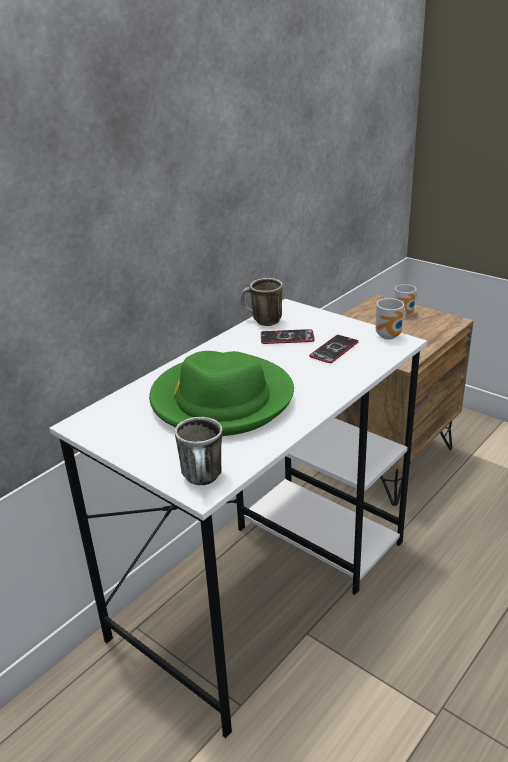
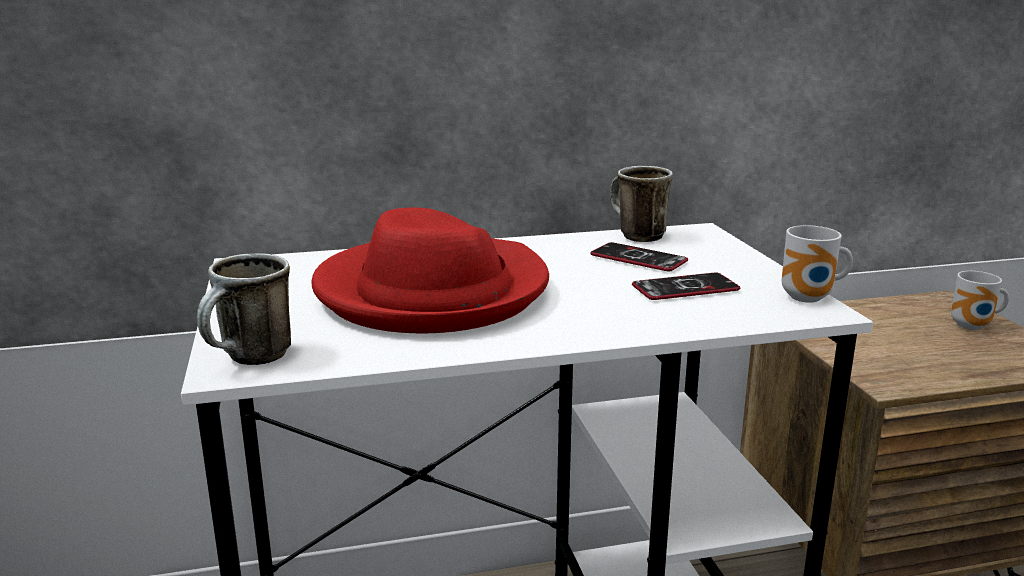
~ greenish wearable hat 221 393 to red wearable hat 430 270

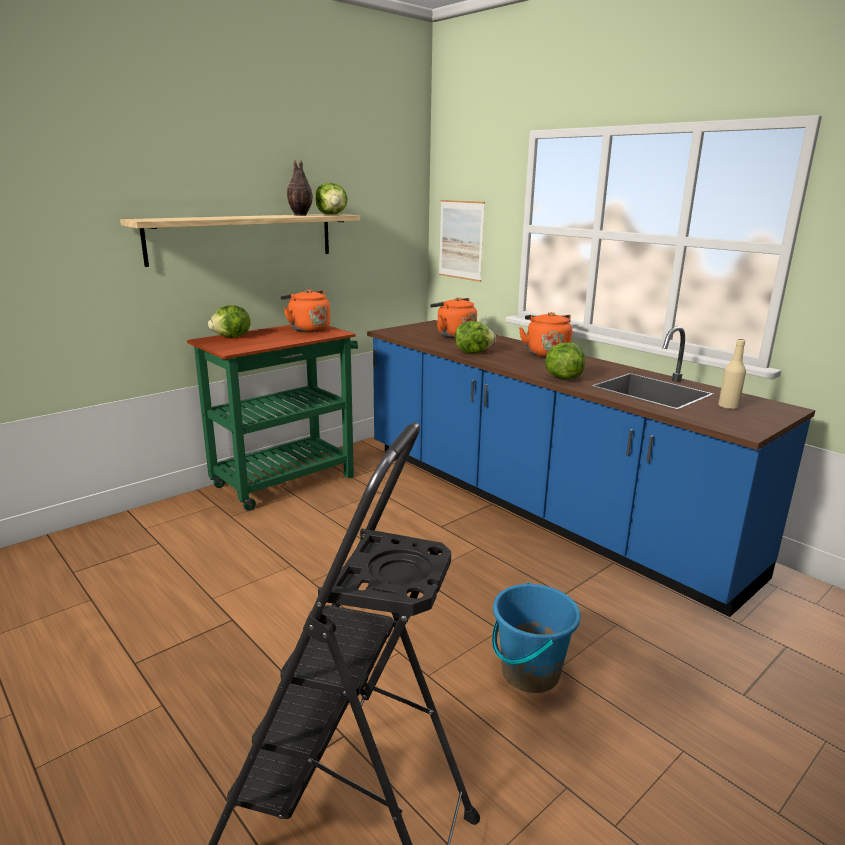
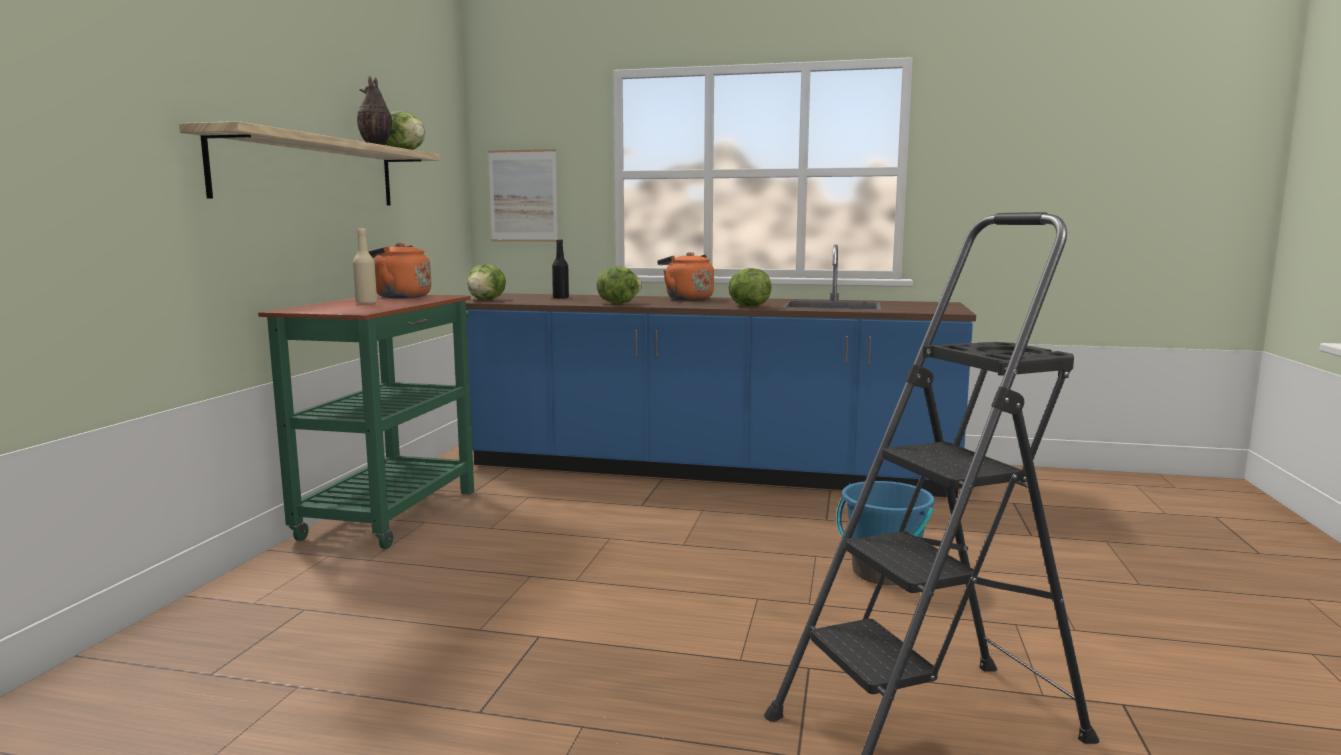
~ orangey water kettle 453 317 to blackish beverage bottle 560 268
~ lettuce head 229 321 to 486 282
~ beige beverage bottle 732 374 to 365 266

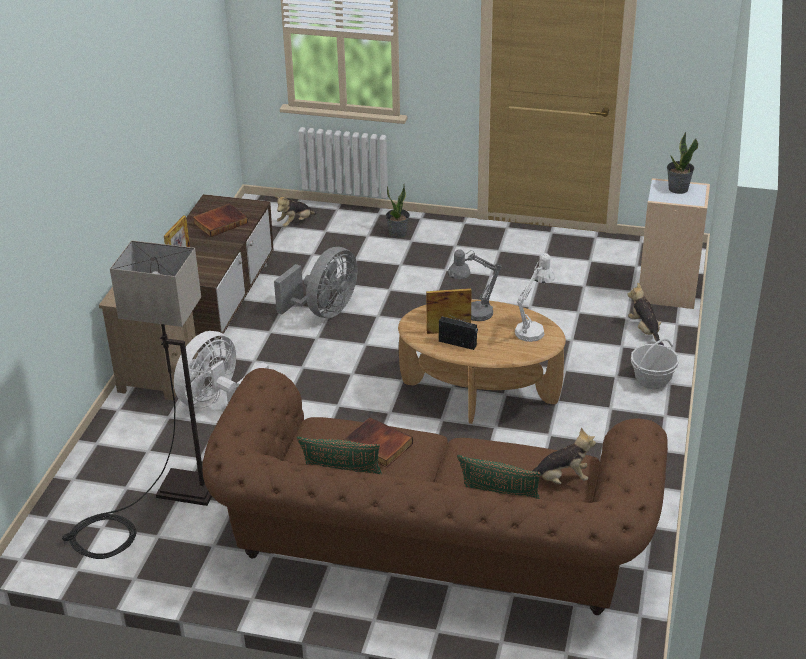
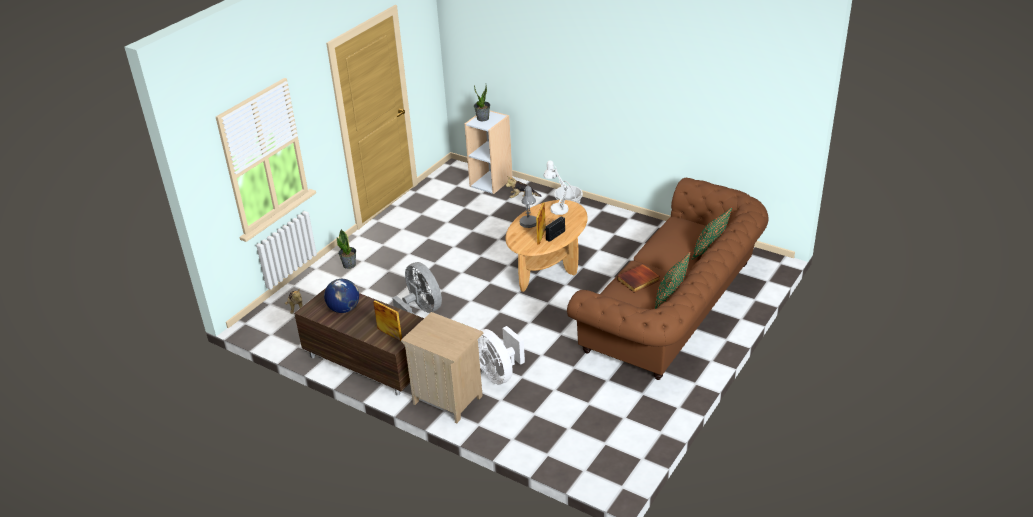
~ bound book 220 220 to world globe 341 296
- standard lamp 137 399
- soft toy 564 456

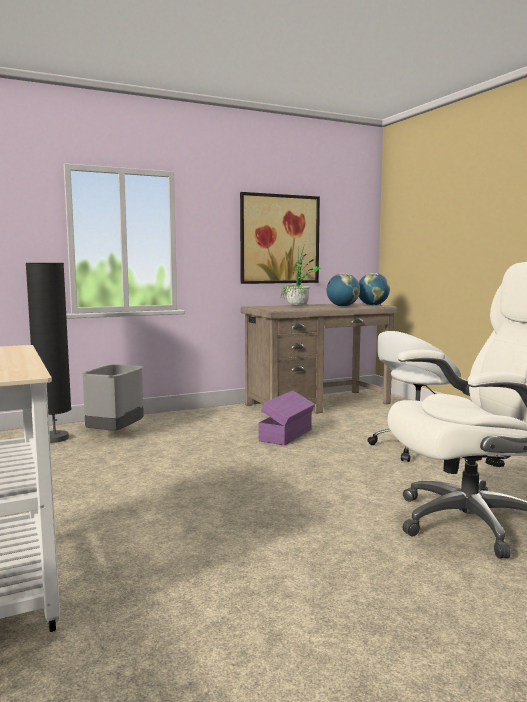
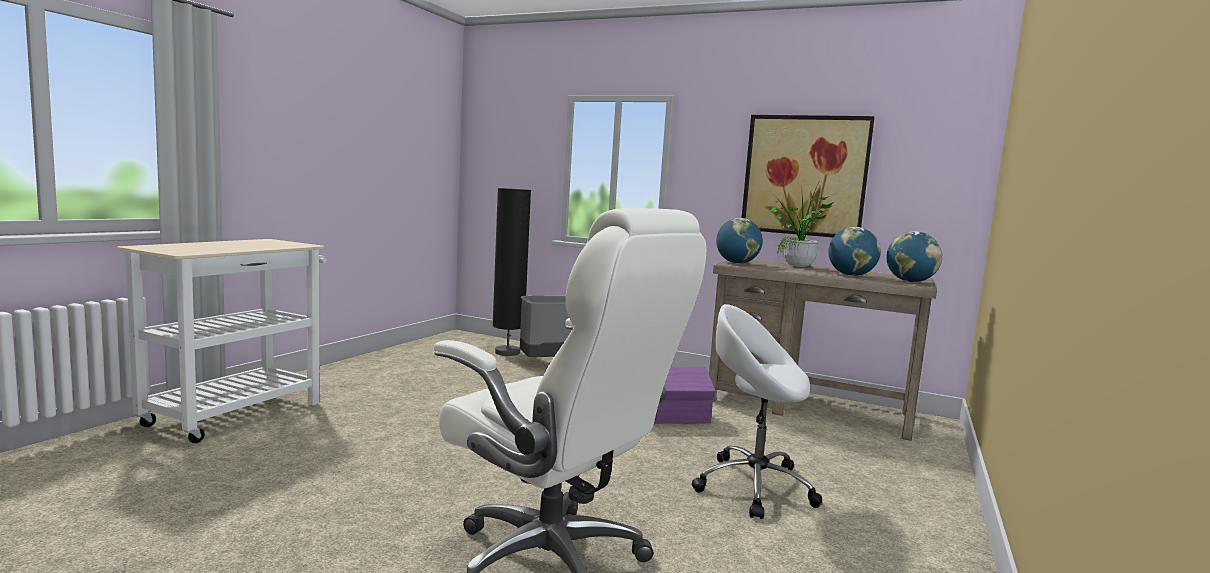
+ world globe 739 241

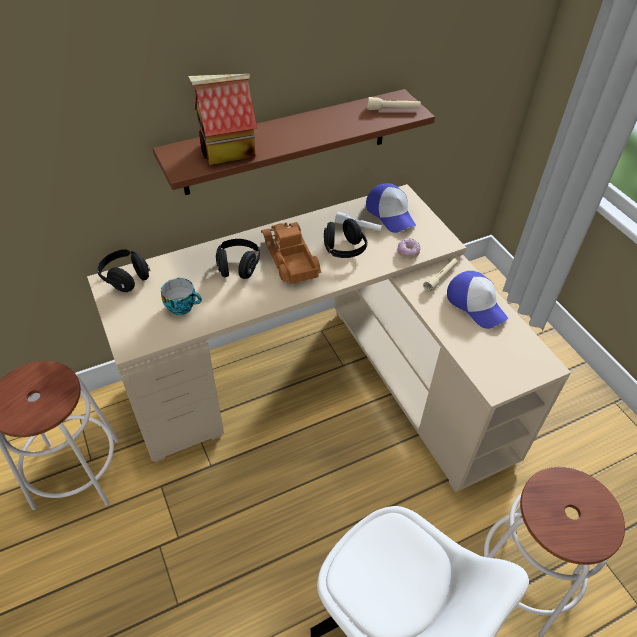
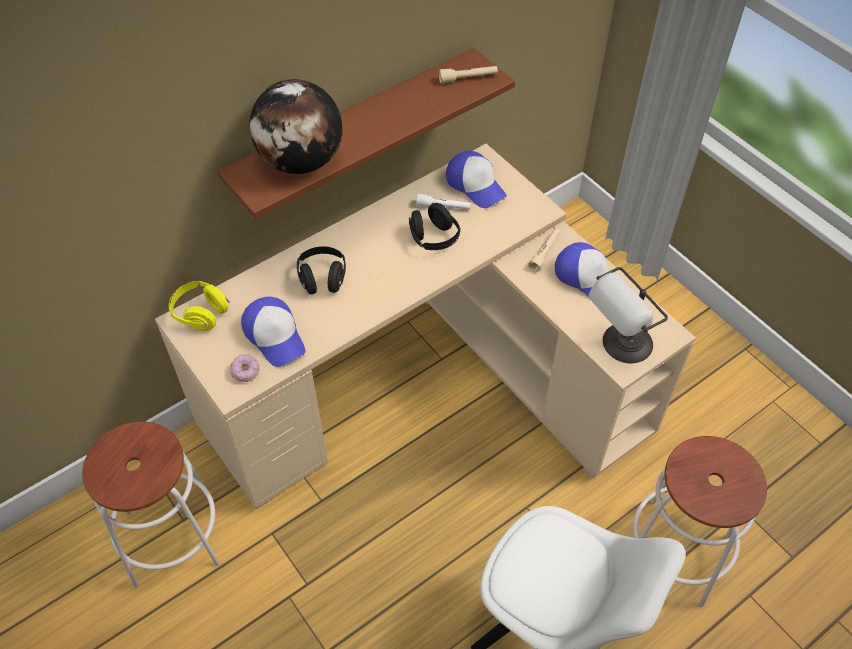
~ model house 223 119 to world globe 295 126
- toy lorry 291 253
~ doughnut 409 248 to 245 368
~ blackish headset 124 270 to yellow headset 199 306
~ cup 181 296 to cap 273 332
+ lamp for a table 628 315

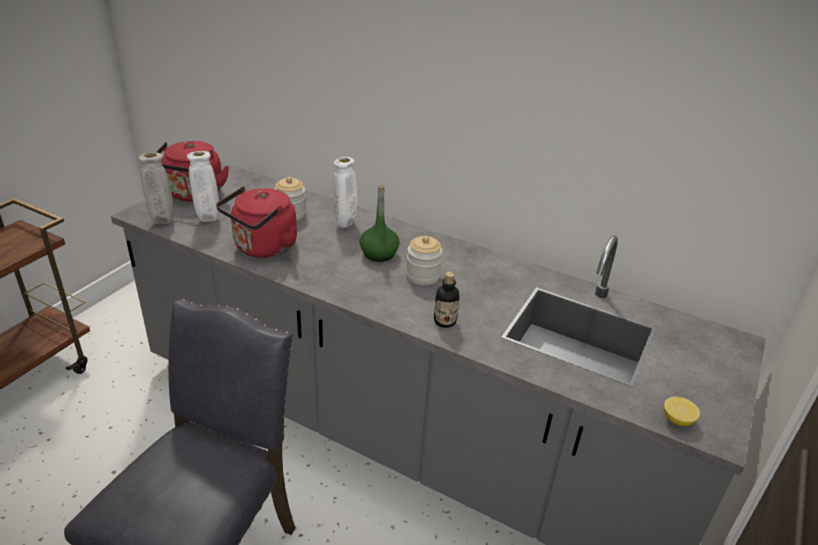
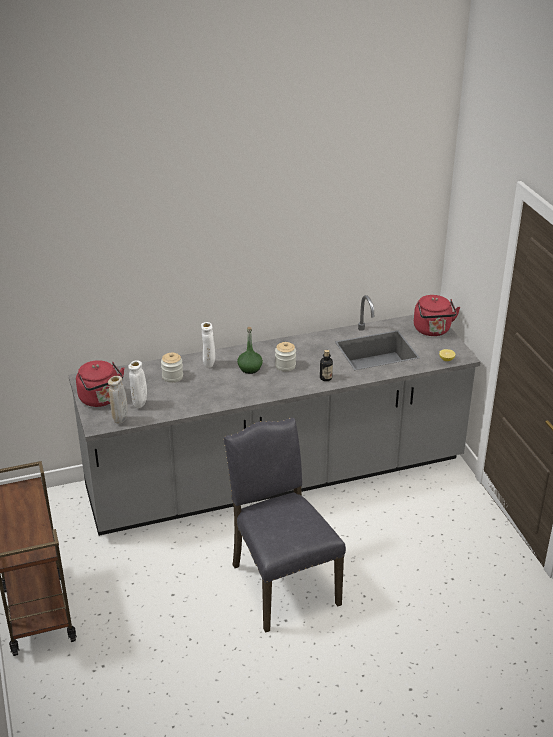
~ red water kettle 256 222 to 437 315

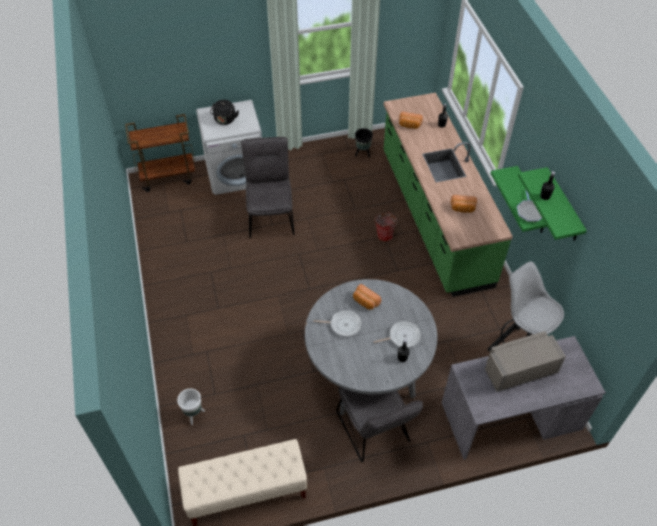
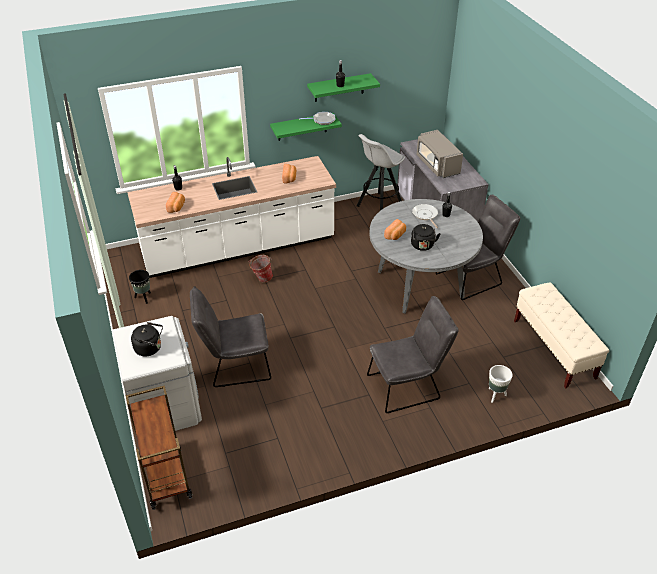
~ greenish kitchen base unit 448 195 to whitish kitchen base unit 231 217
~ skillet 338 323 to blackish water kettle 426 237
+ gray upright chair 413 354

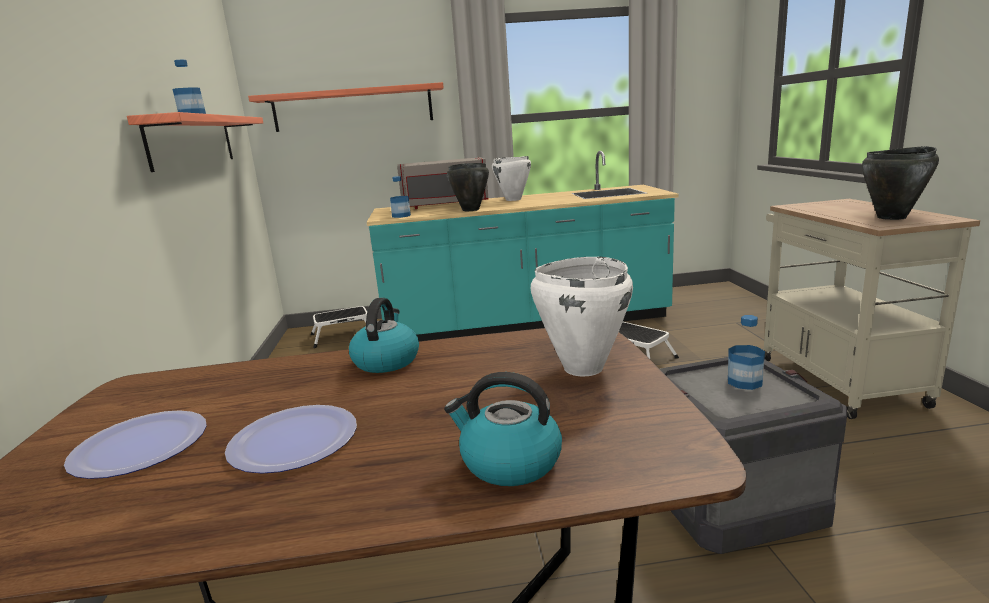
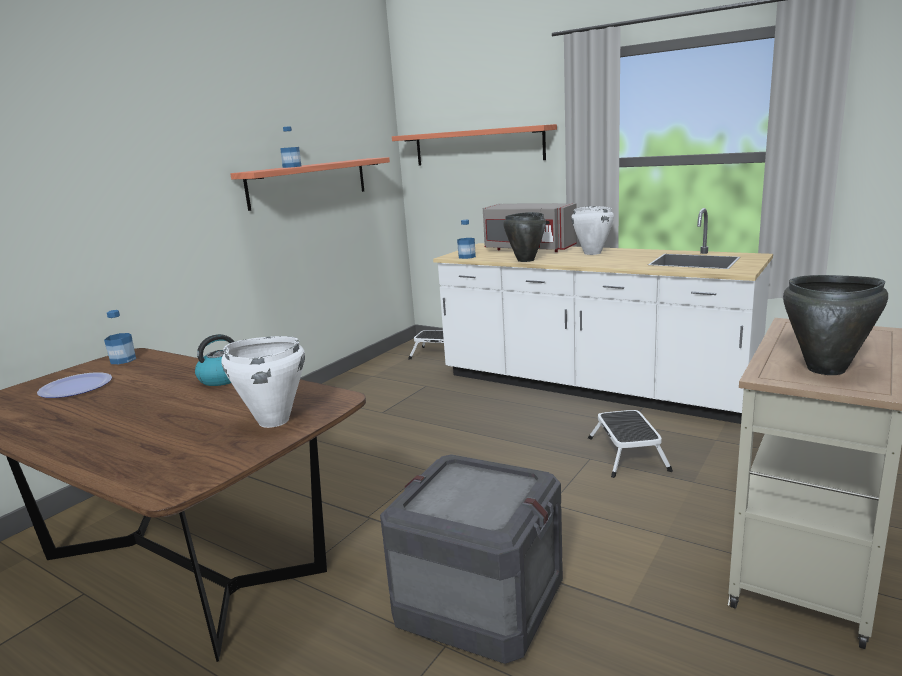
~ blue-green kitchen base unit 522 246 to whitish kitchen base unit 603 316
~ beverage bottle 746 352 to 120 337
- water kettle 503 429
- dinner plate 291 439

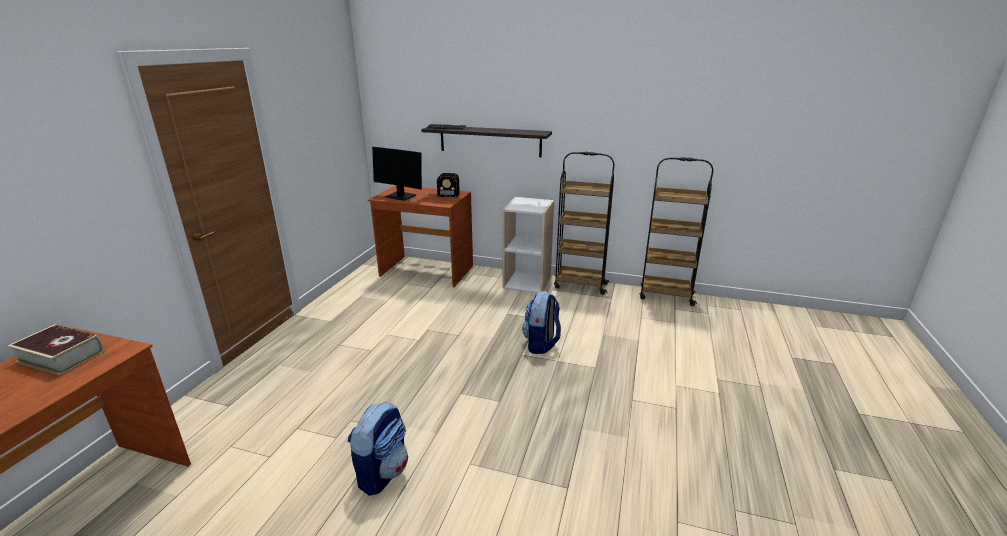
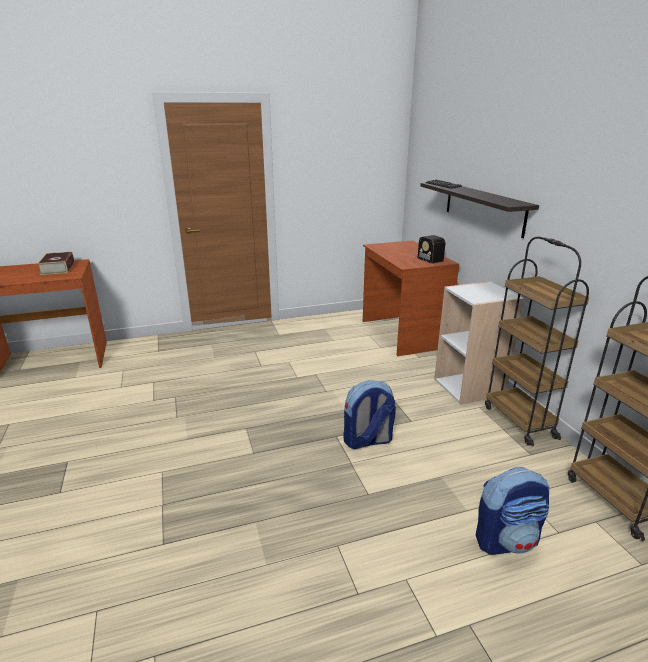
- computer display 397 174
~ knapsack 378 449 to 512 511

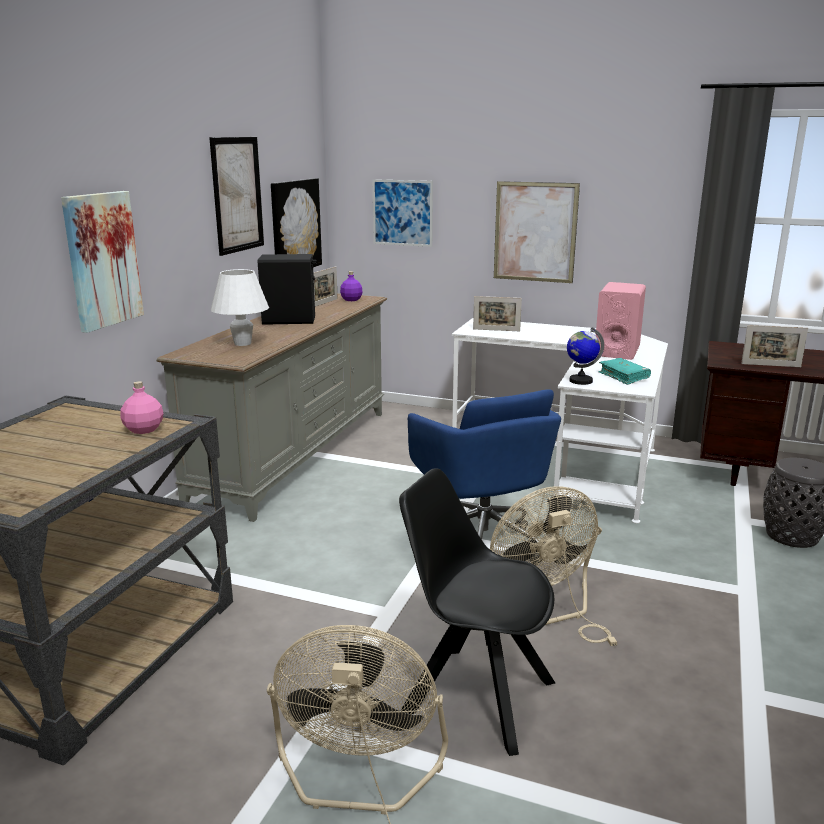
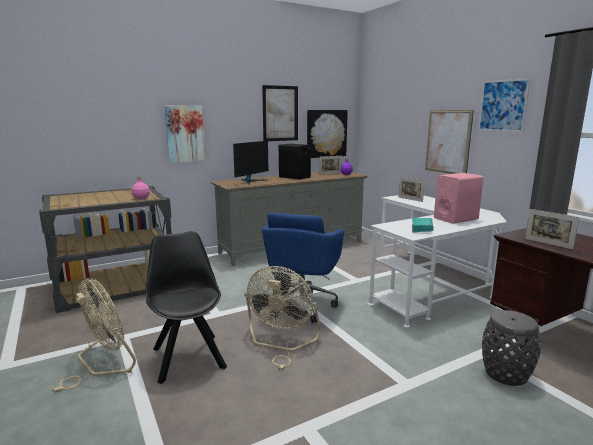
~ wall picture 403 213 to 504 105
~ whitish lamp for a table 240 307 to computer display 251 163
- world globe 585 356

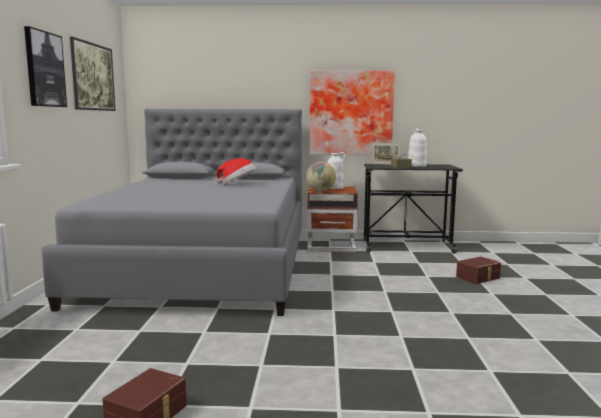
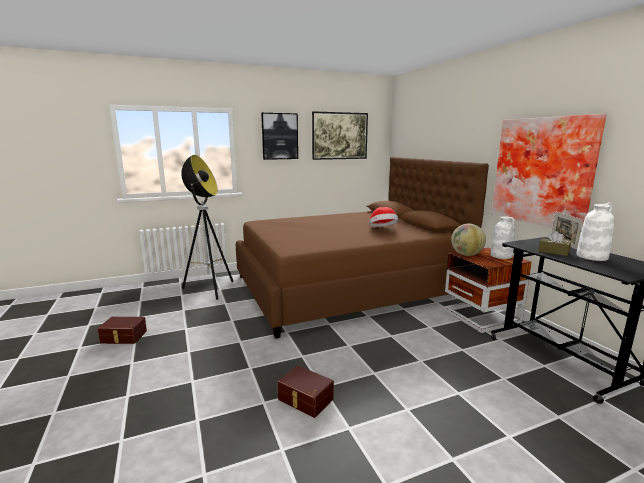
~ gray bed 172 212 to brown bed 362 248
~ brown storage bin 478 270 to 305 392
+ standard lamp 207 227

